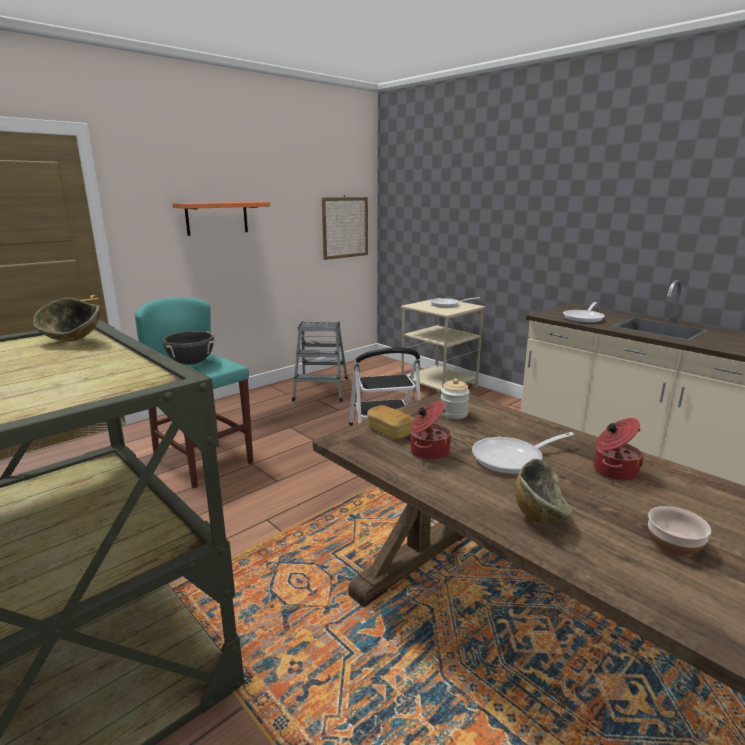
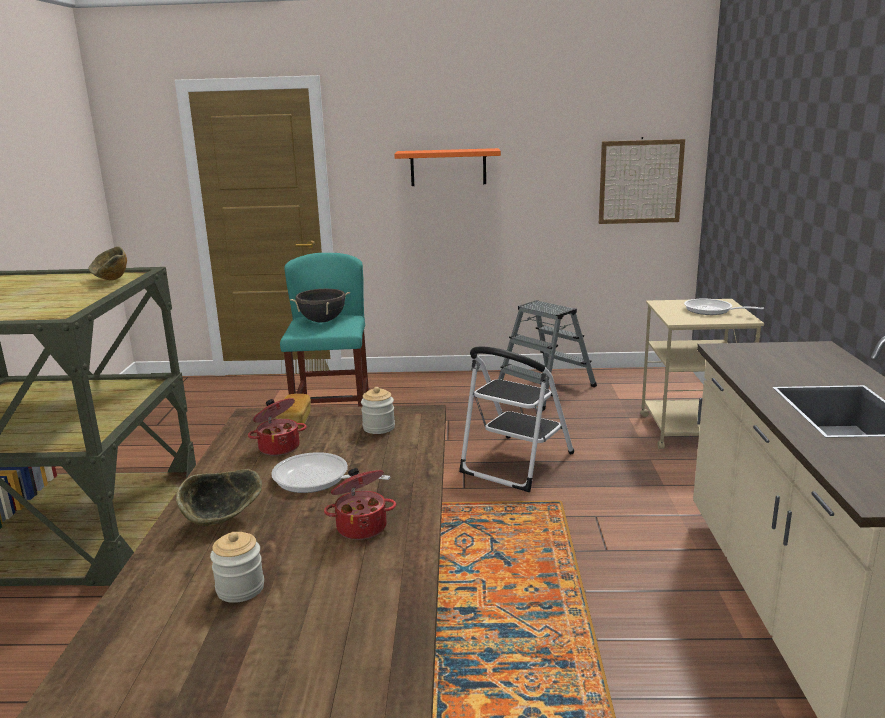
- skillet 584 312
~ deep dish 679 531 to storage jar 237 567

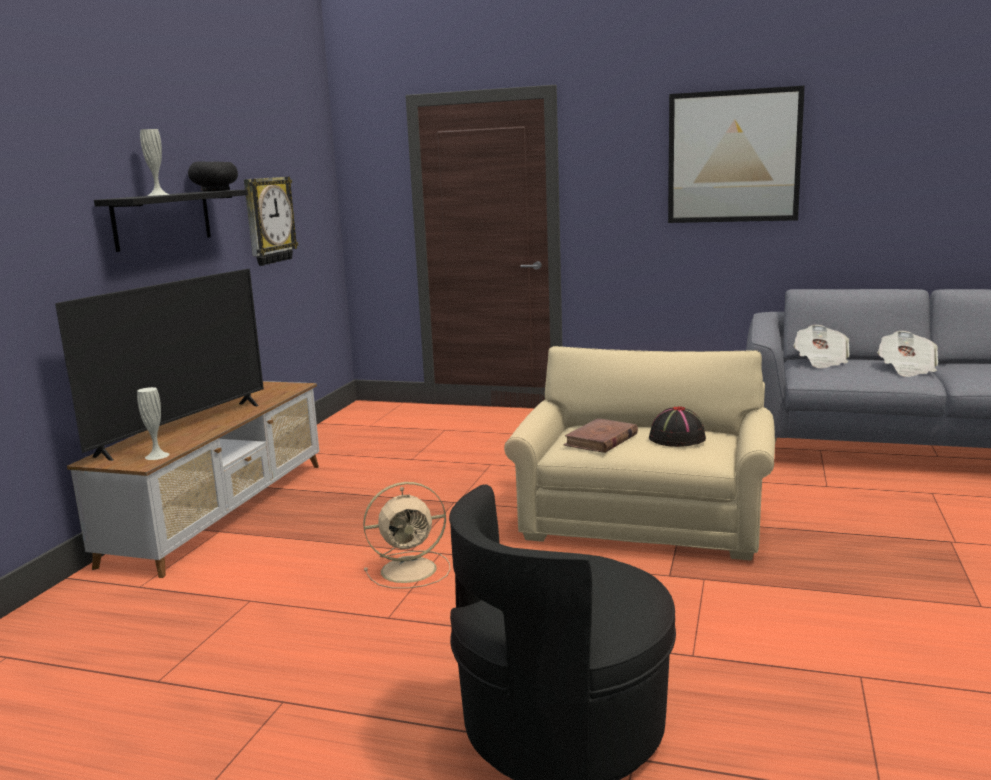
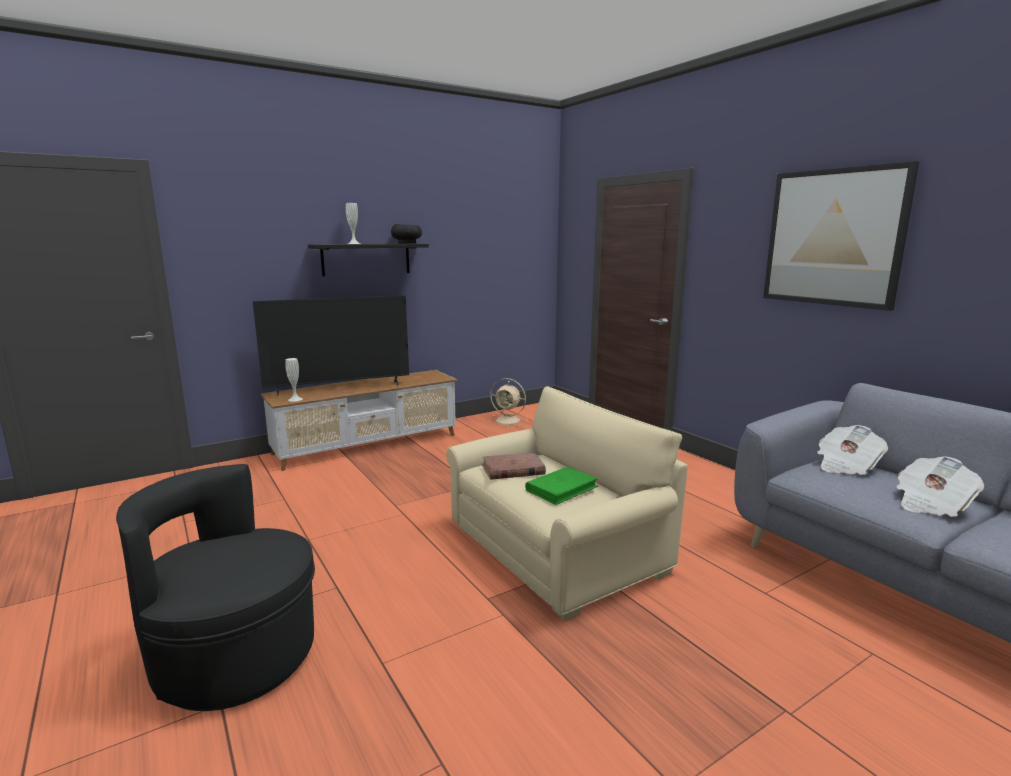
- clock on the wall 271 221
~ blackish wearable hat 677 426 to greenish bound book 561 486
~ beige electric fan 407 535 to 508 402

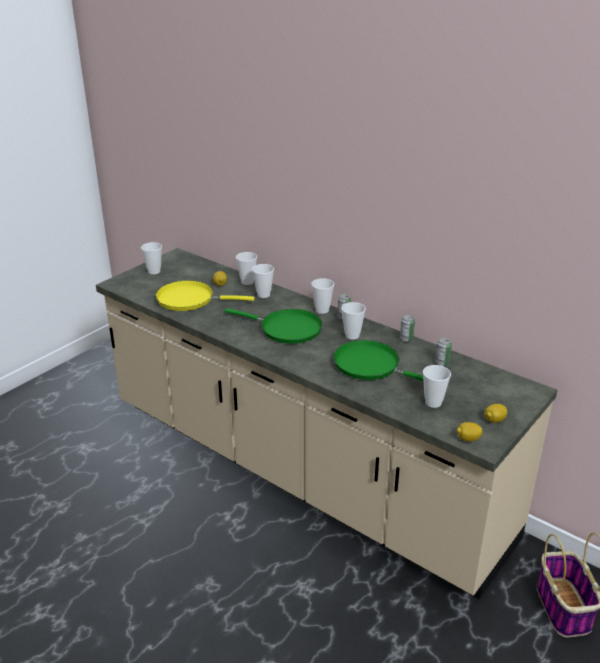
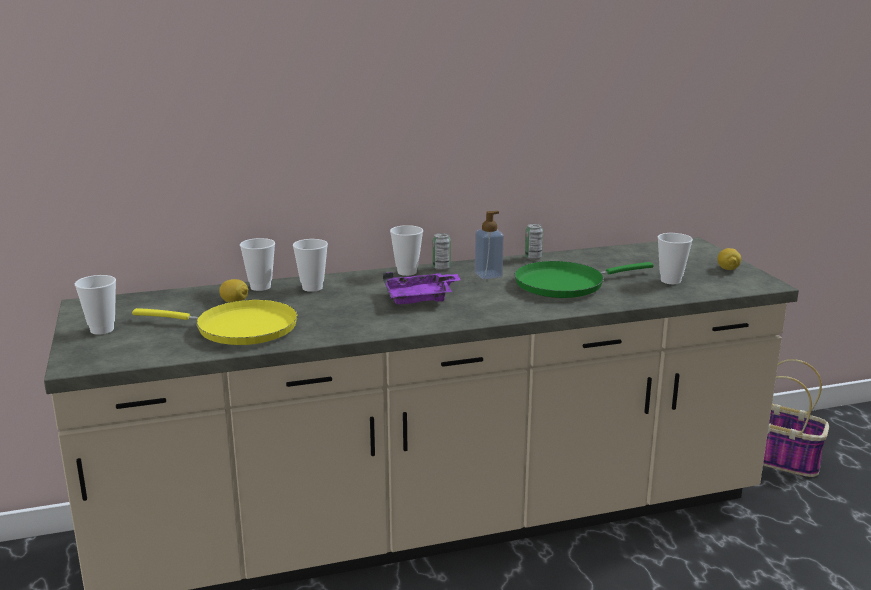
~ yellow skillet 205 295 = 215 322 120 degrees counterclockwise
~ cup 353 321 to soap dispenser 489 245
~ greenish skillet 274 325 to purple-coloured tray 422 288
- metal can 443 352
- lemon 470 431

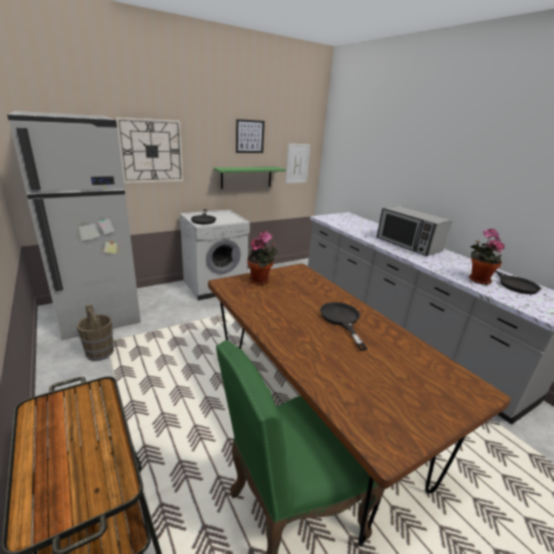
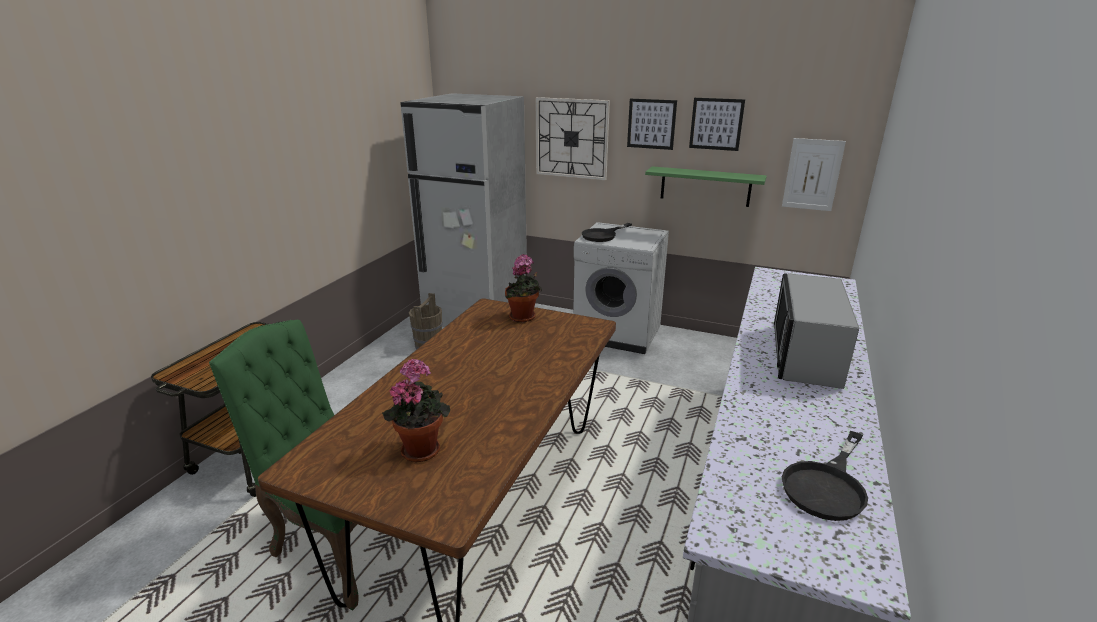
~ potted plant 487 257 to 416 410
- blackish skillet 344 326
+ wall picture 652 124

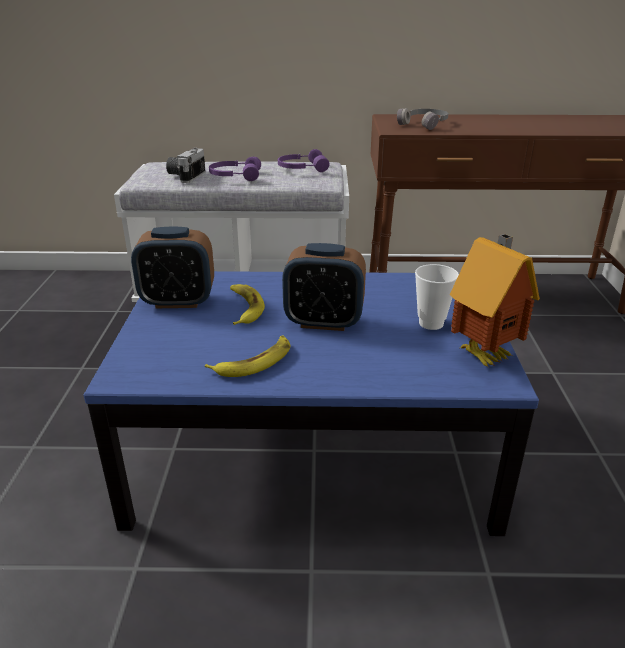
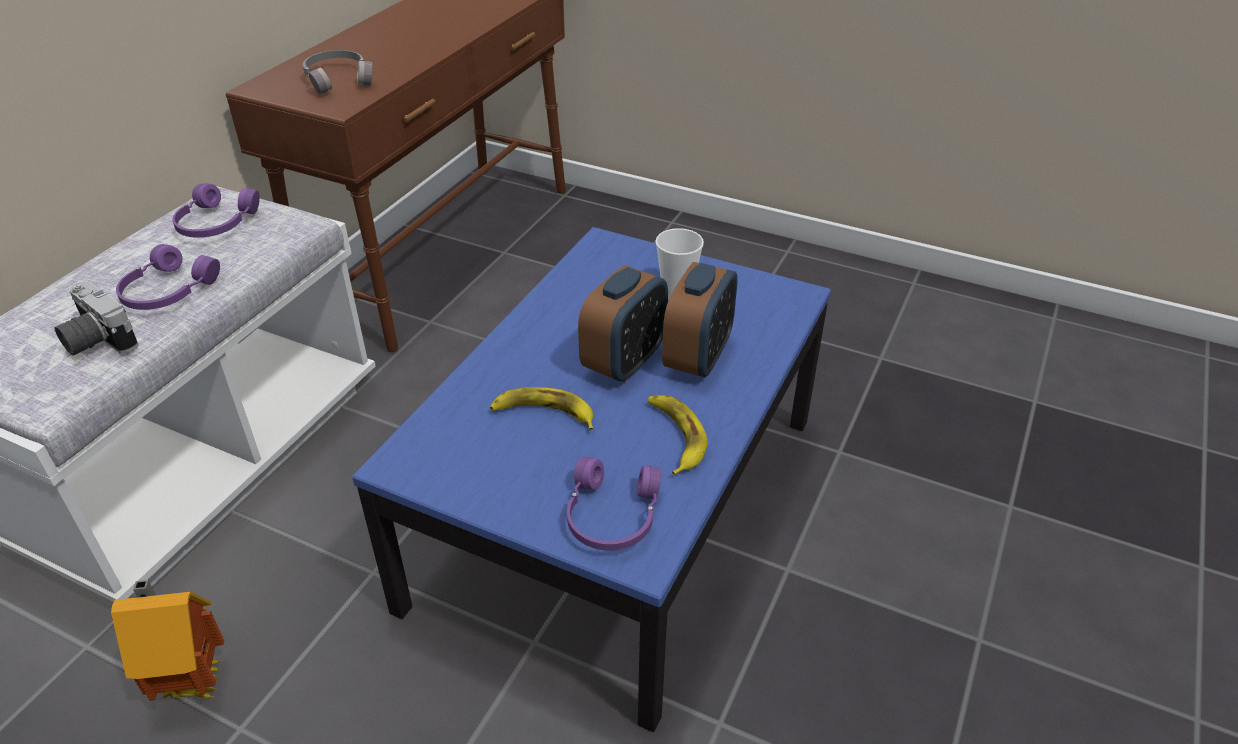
~ table clock 172 267 to 700 320
~ model house 495 301 to 167 640
+ purple-coloured headset 614 504

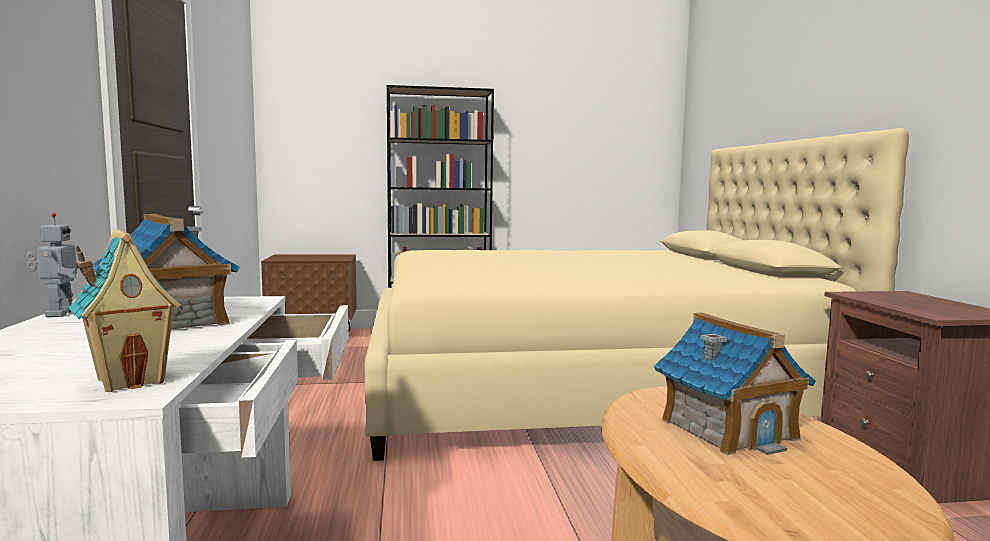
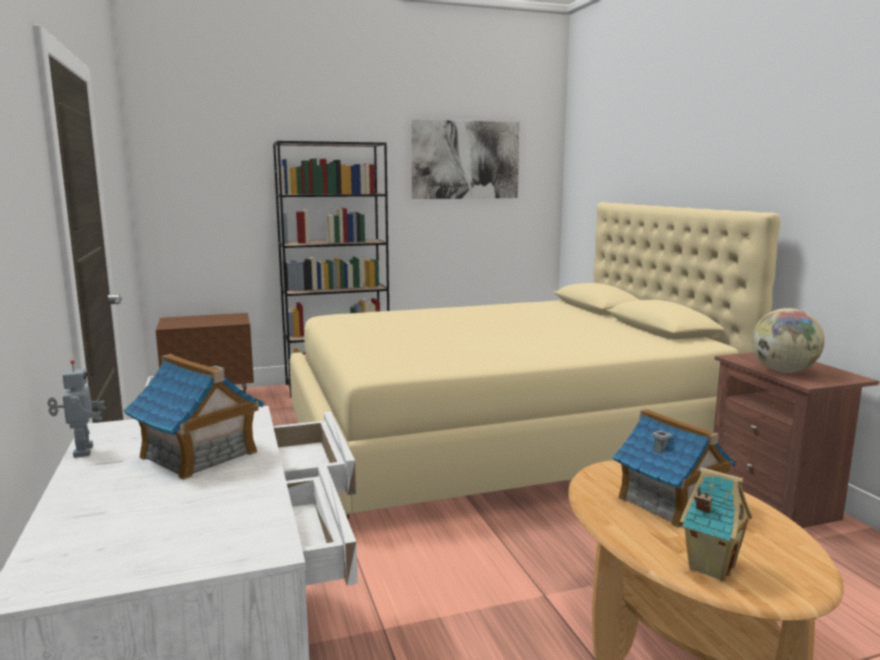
~ model house 126 310 to 716 524
+ wall picture 465 159
+ world globe 788 340

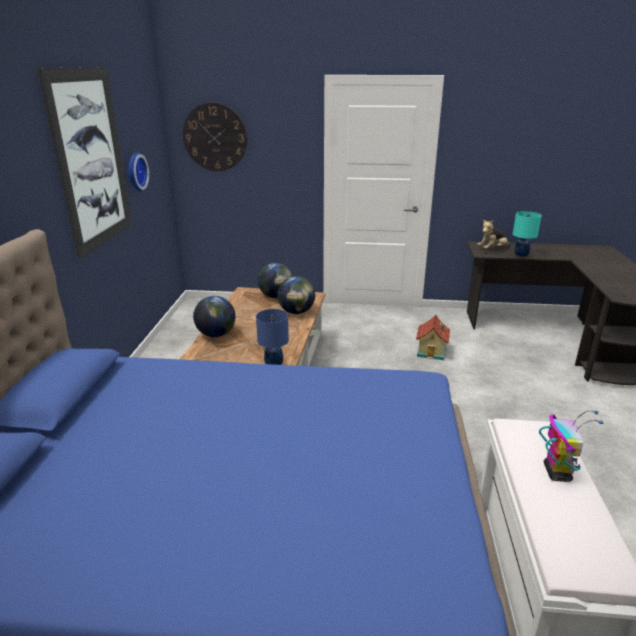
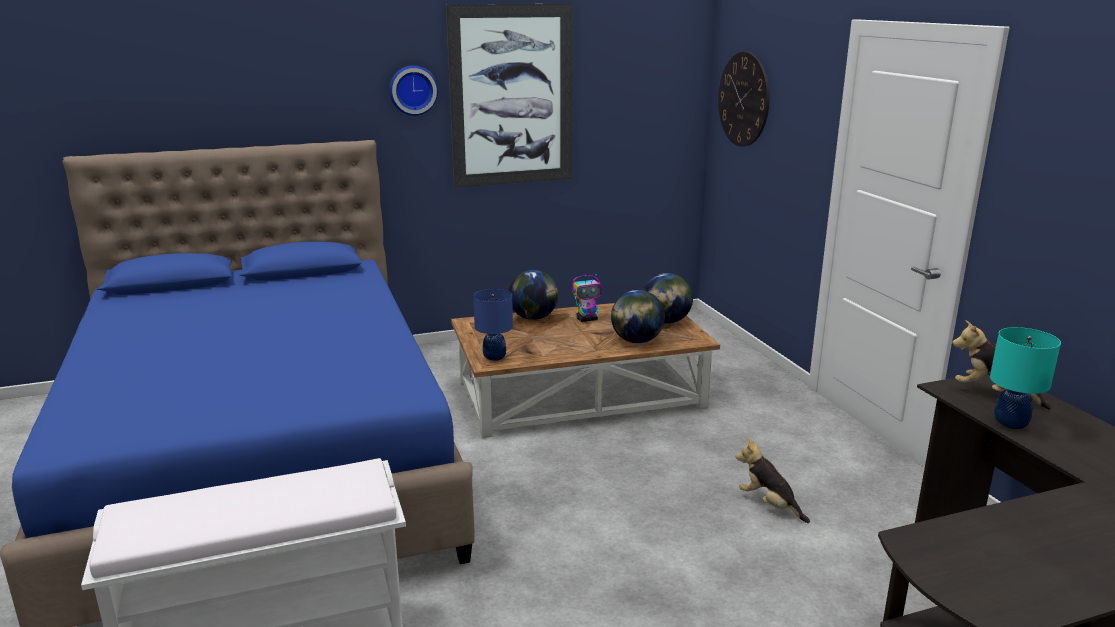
~ clock on the wall 138 171 to 413 90
~ model house 433 337 to soft toy 773 480
~ toy robot 571 446 to 587 297

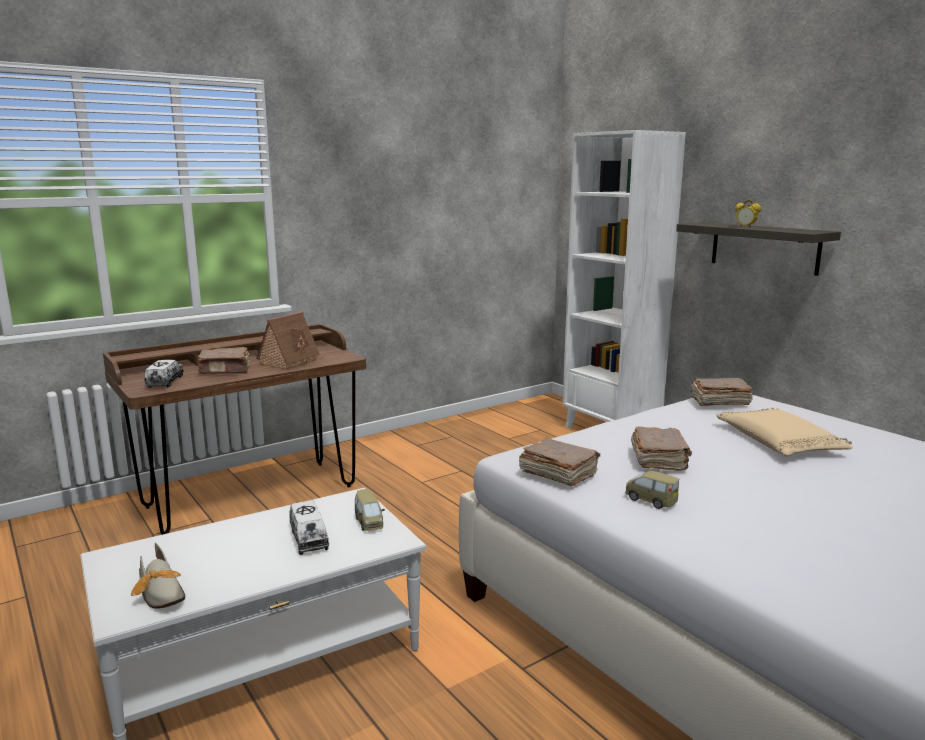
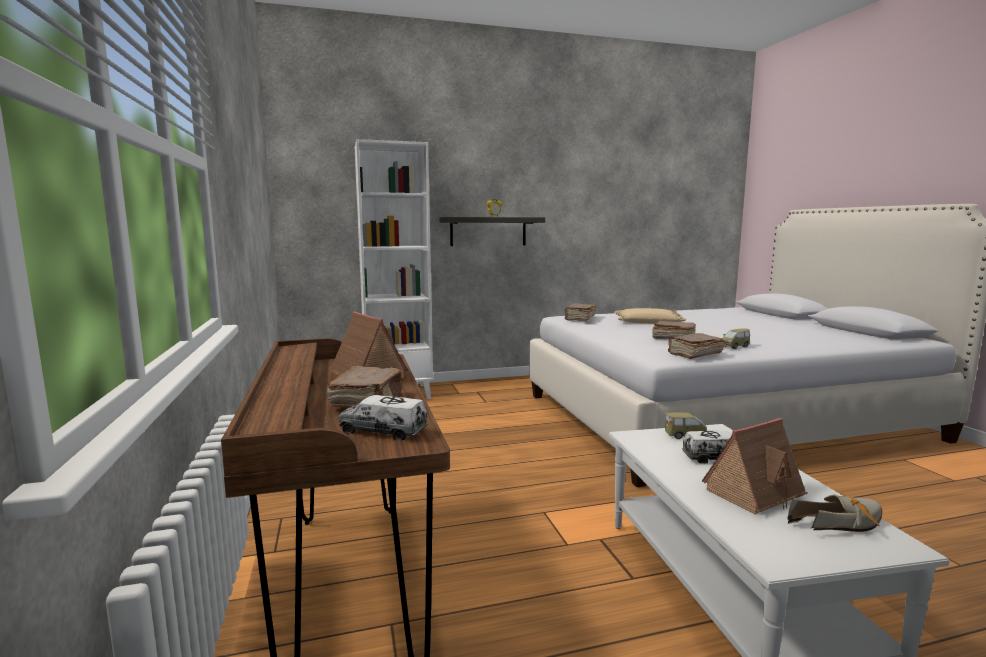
+ model house 755 466

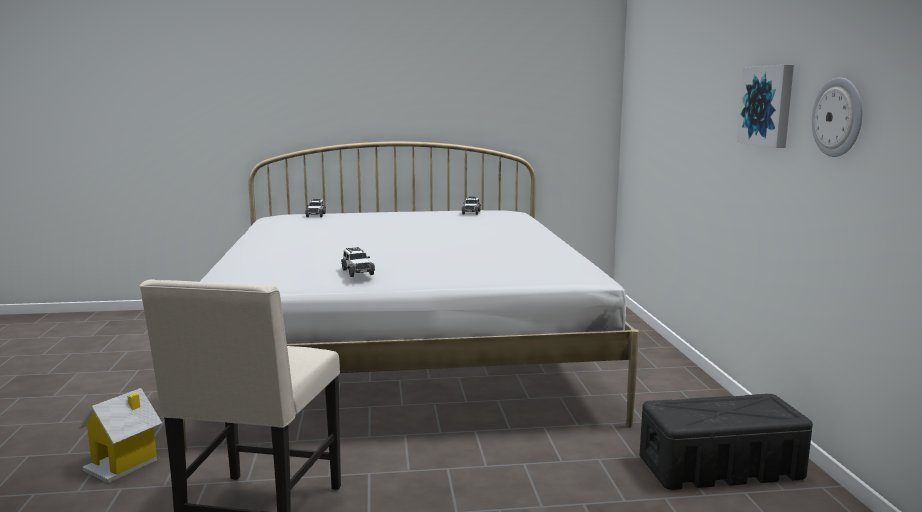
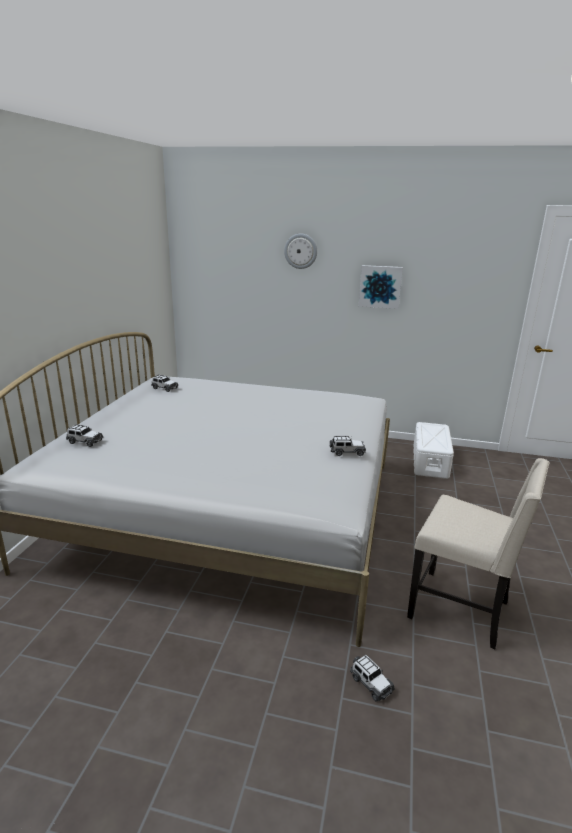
~ clock on the wall 837 117 to 300 251
~ model house 120 435 to model car 372 678
~ blackish storage bin 726 442 to whitish storage bin 433 450

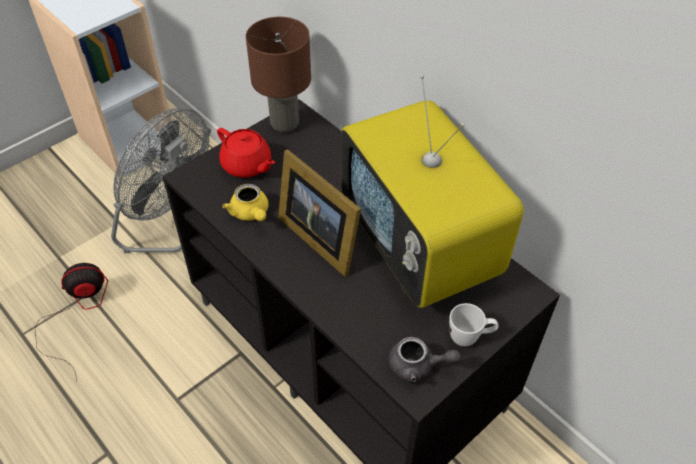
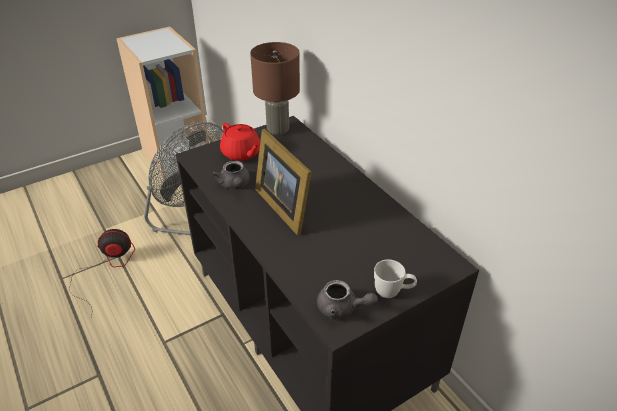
- TV 432 191
~ yellow tea pot 245 202 to gray tea pot 231 175

